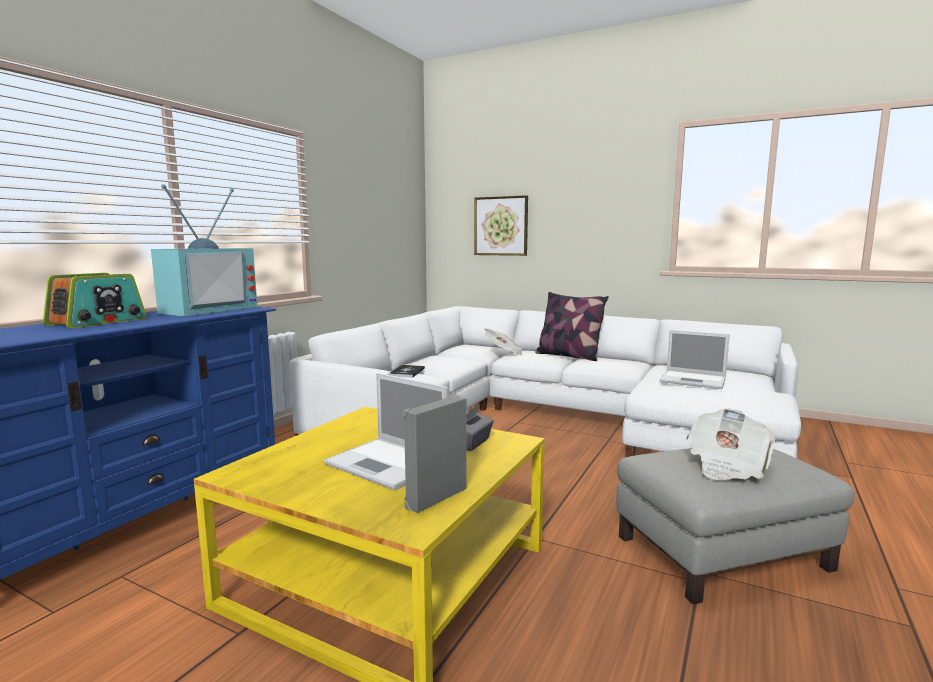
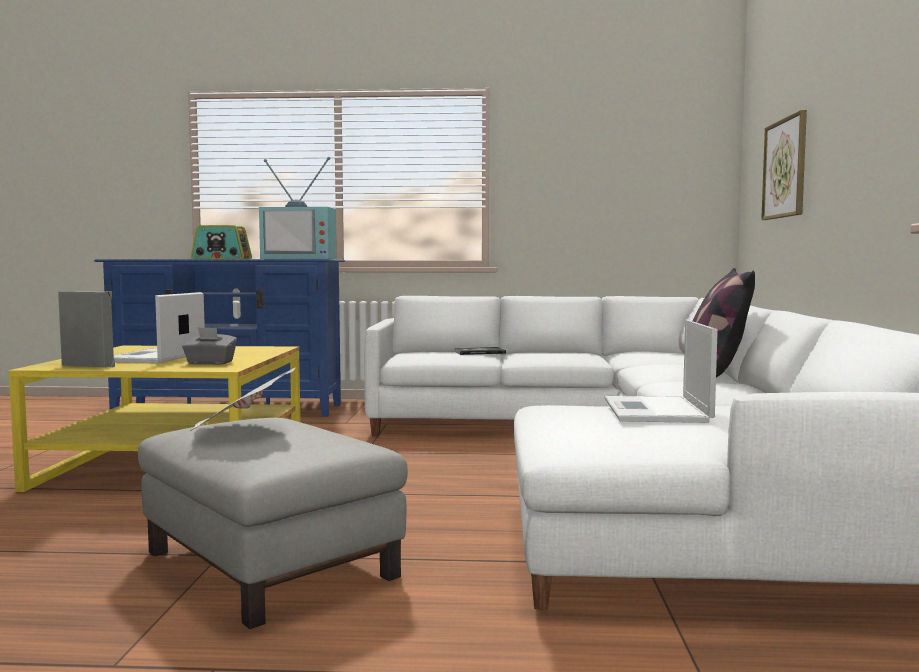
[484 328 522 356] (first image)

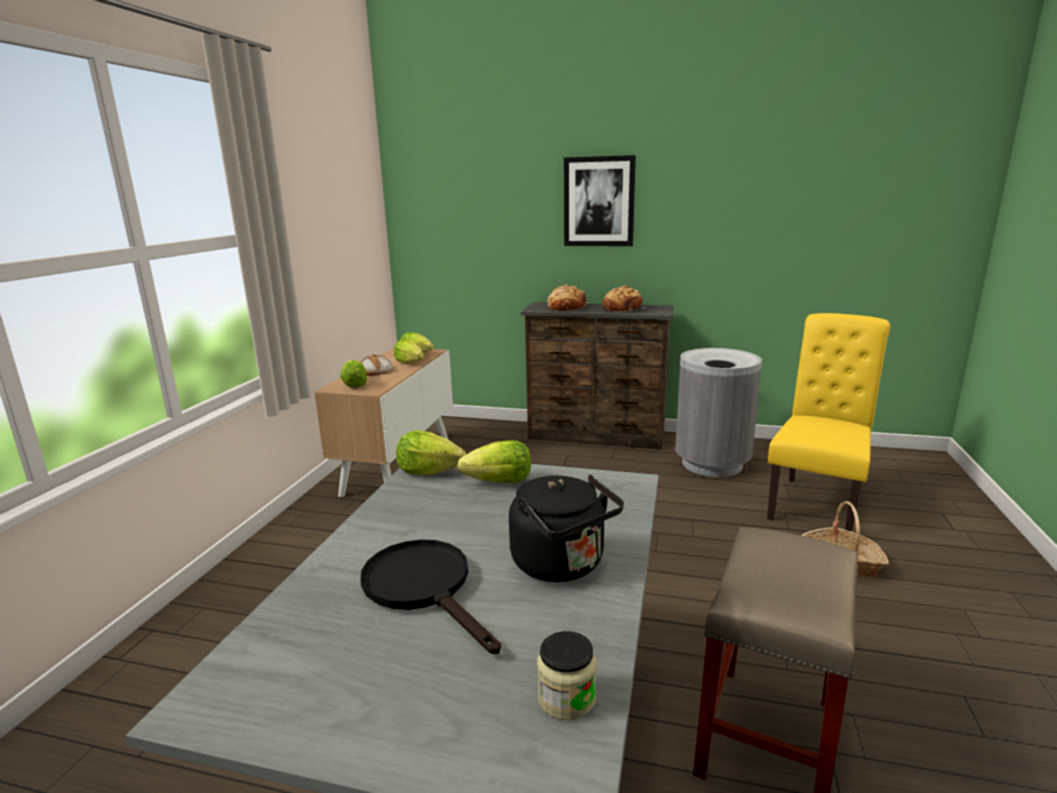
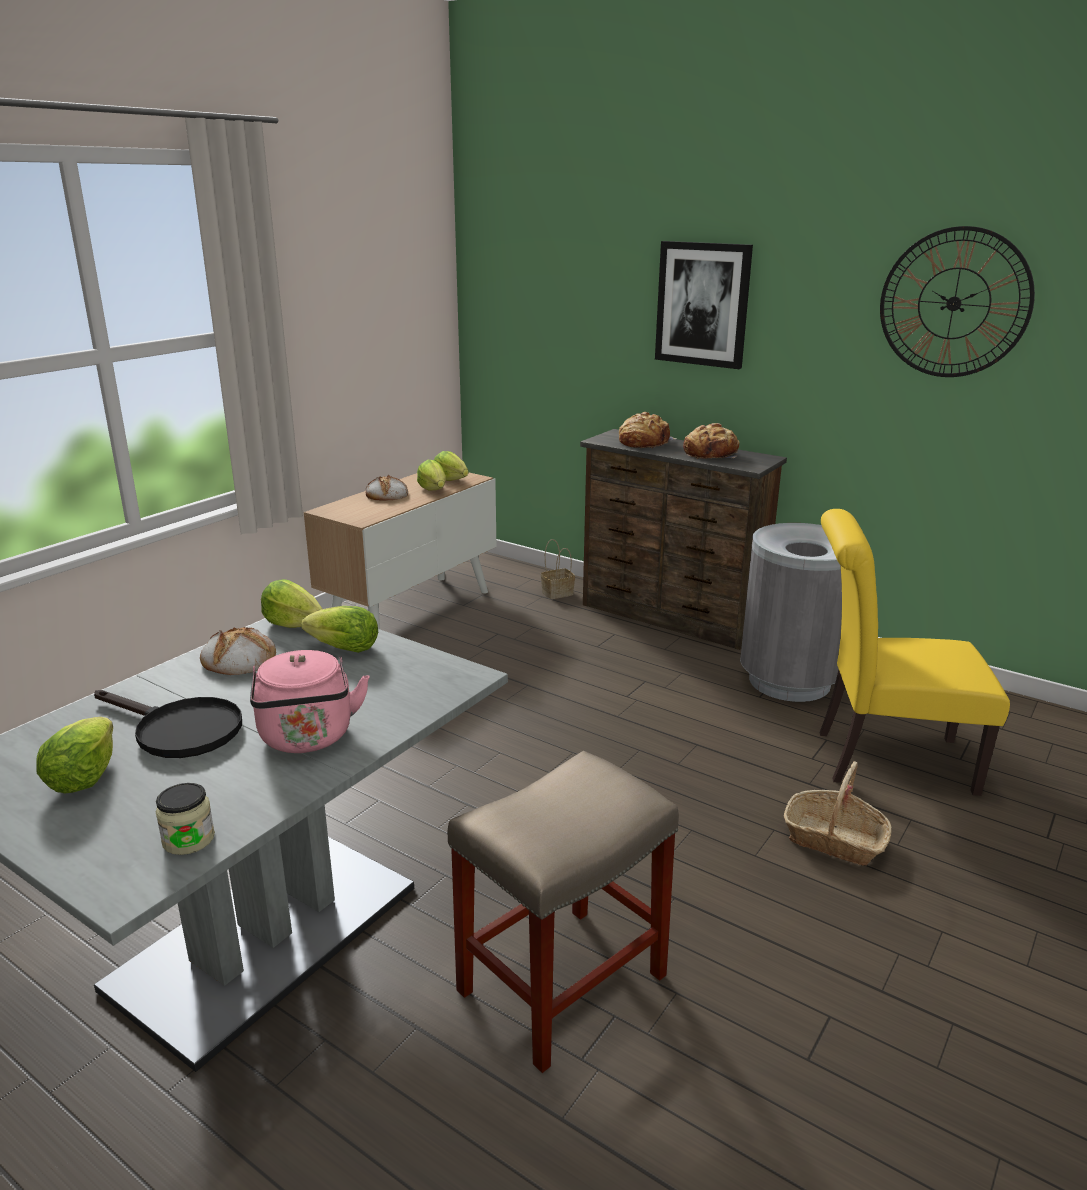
[36 717 113 793]
[94 690 242 758]
[250 650 369 753]
[819 509 1010 796]
[200 627 276 675]
[541 539 575 599]
[880 226 1035 377]

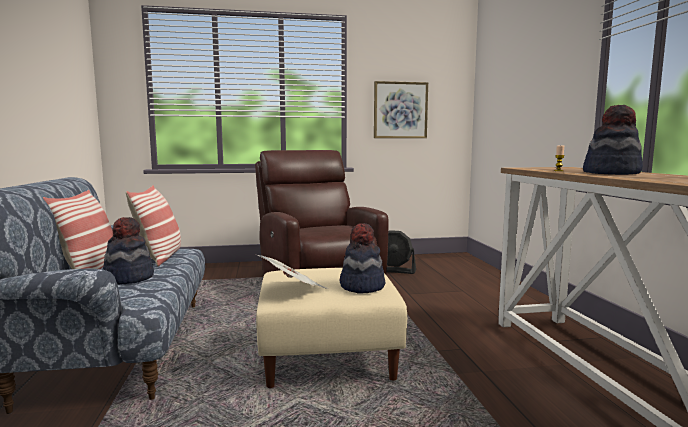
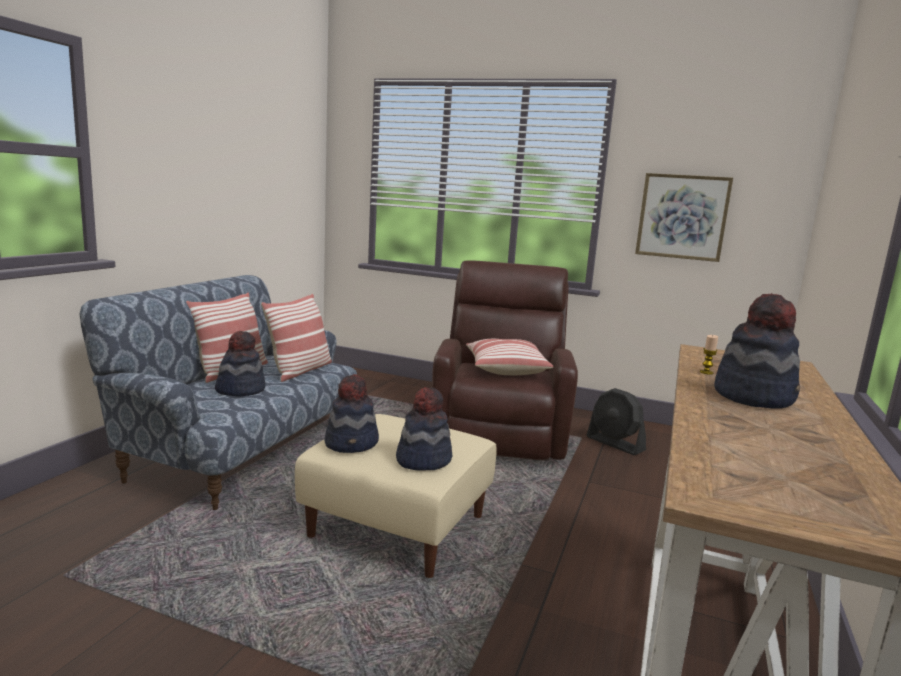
[324 374 379 453]
[466 339 554 375]

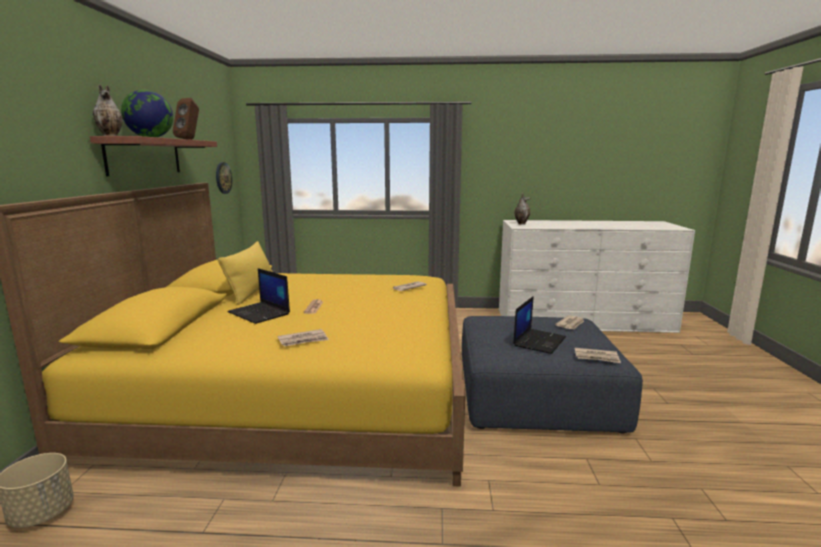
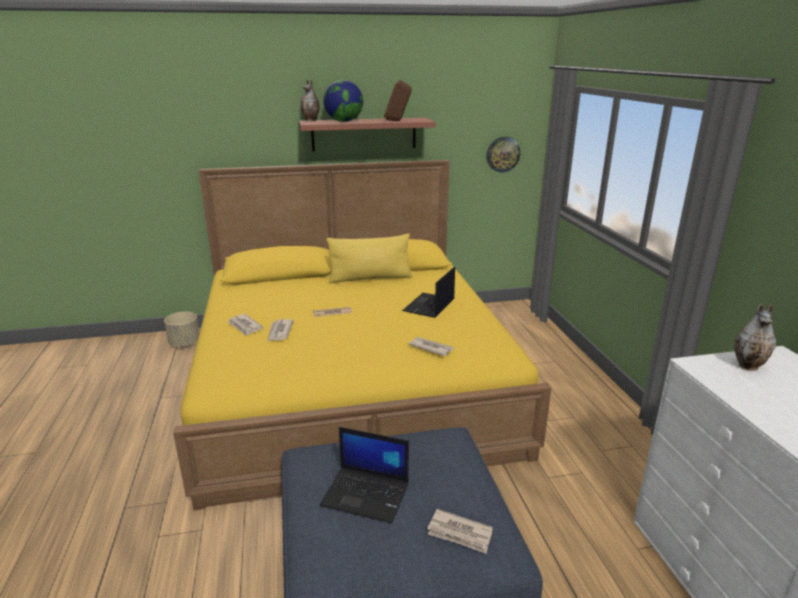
[402 266 455 318]
[267 319 294 342]

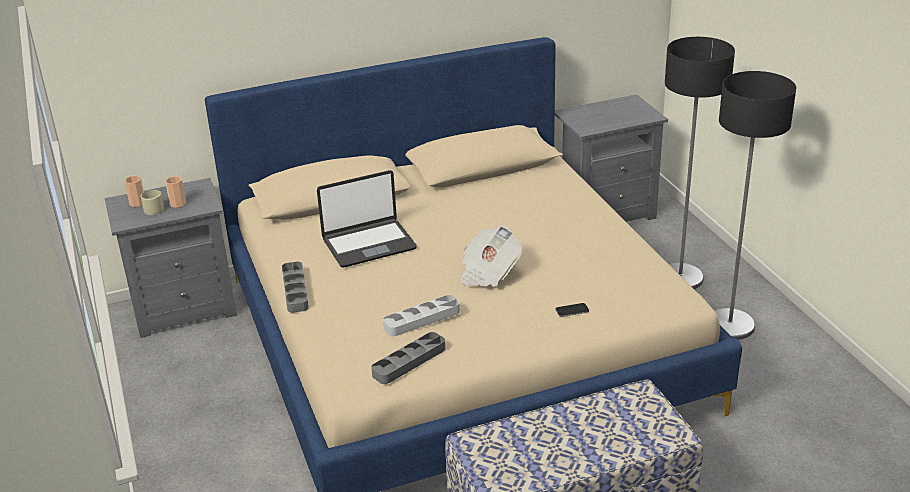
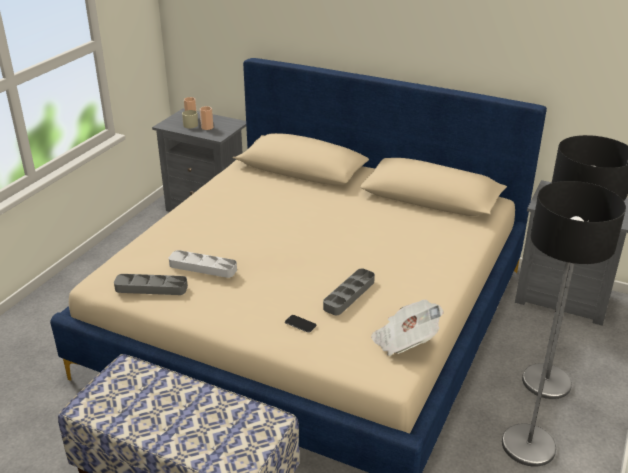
[323 268 375 315]
[317 170 417 267] (first image)
[371 300 444 356]

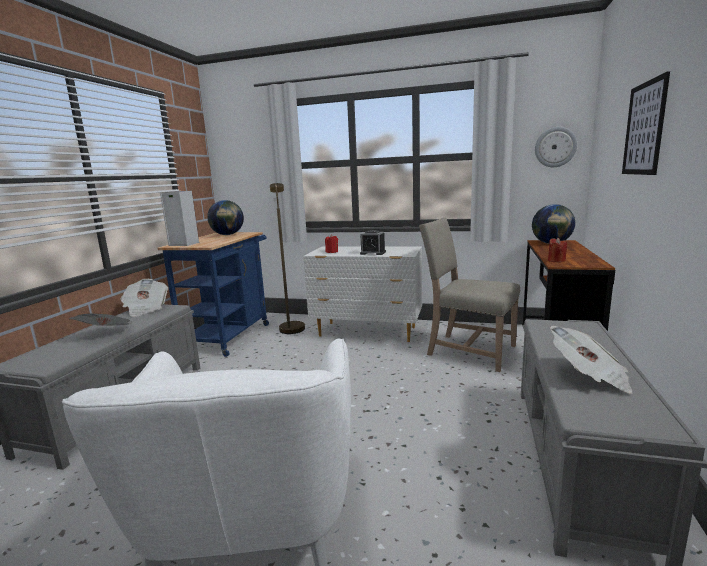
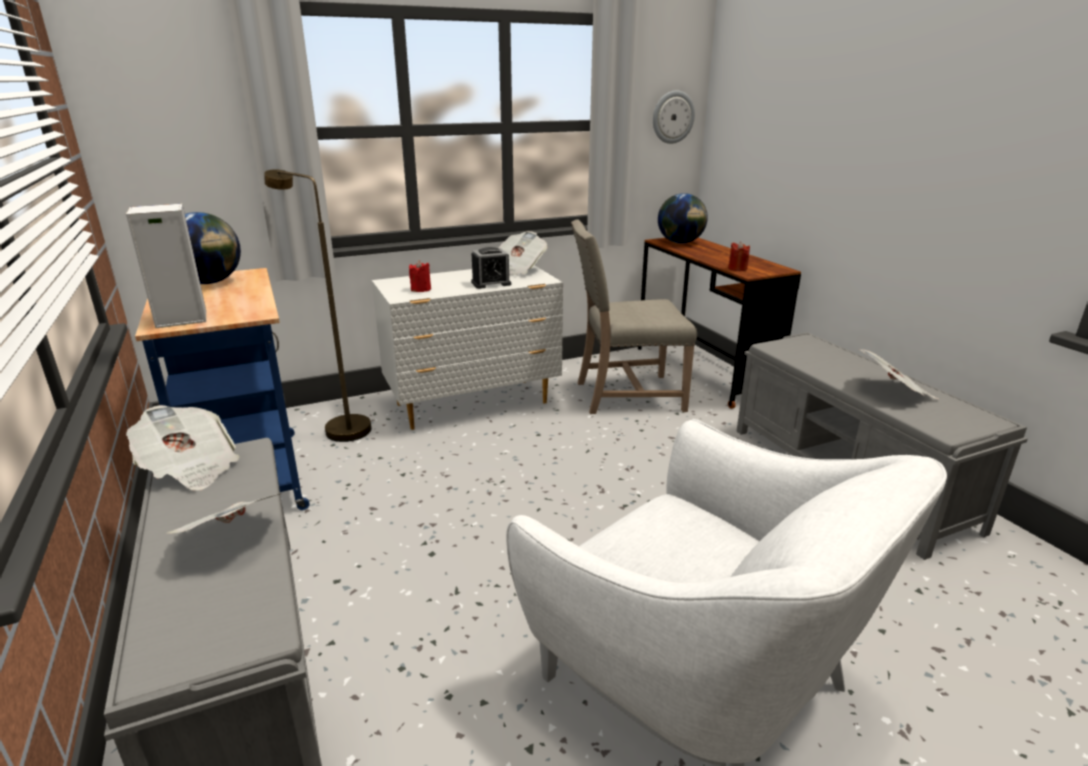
[622 71 670 175] (first image)
[498 231 547 275]

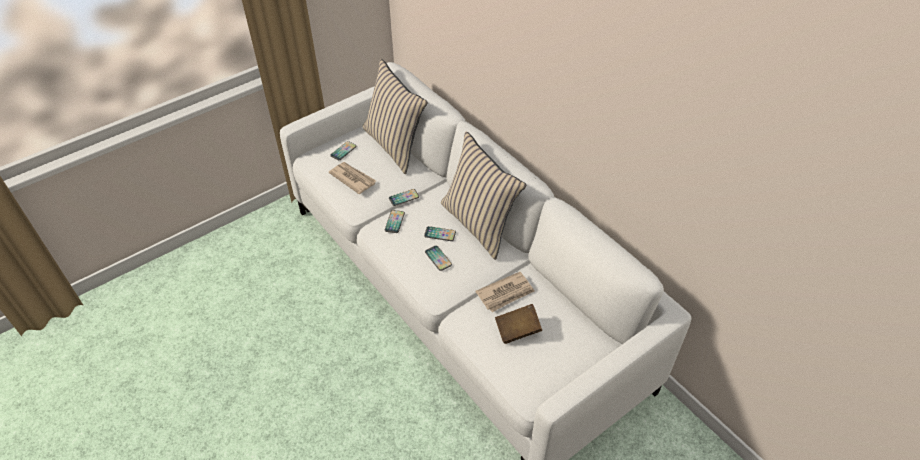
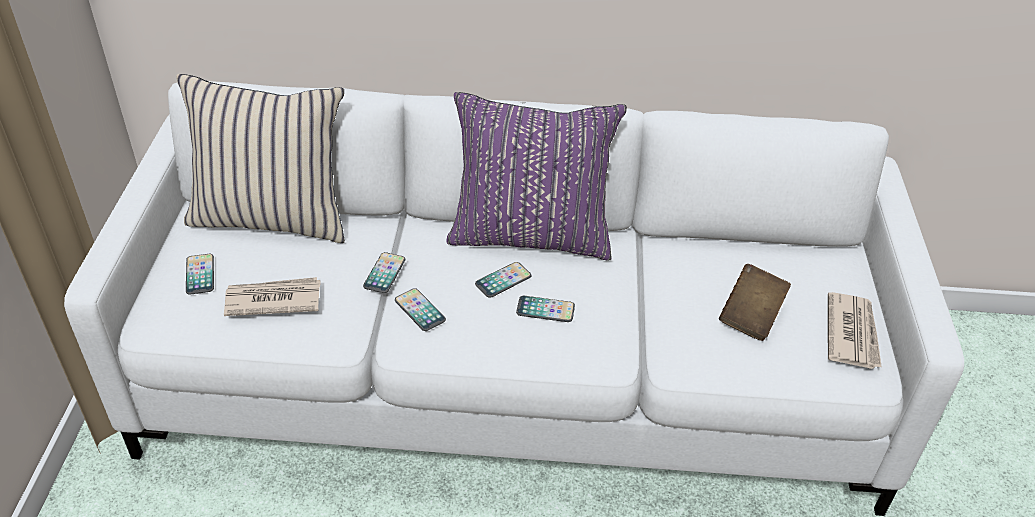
[447 92 627 261]
[828 292 882 369]

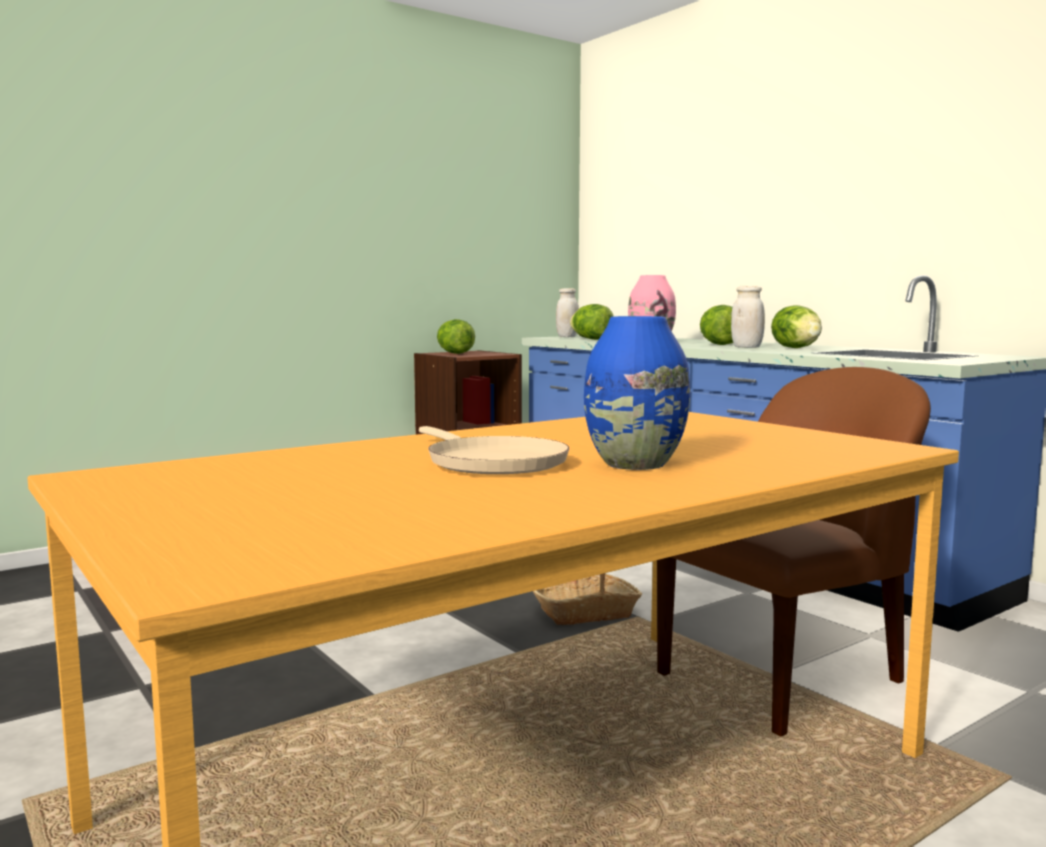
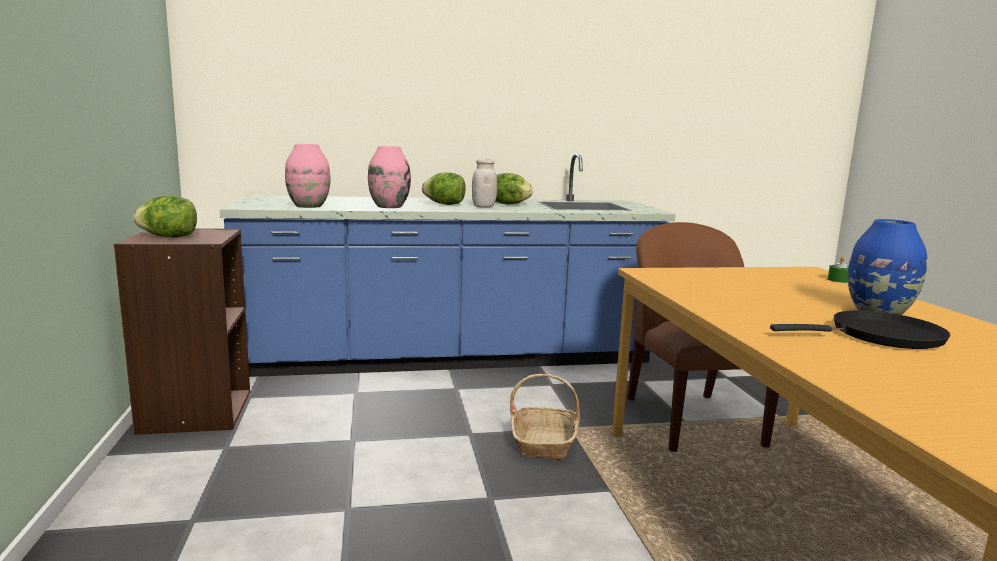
[770 310 950 349]
[556 288 579 337] (first image)
[285 144 330 208]
[828 256 849 283]

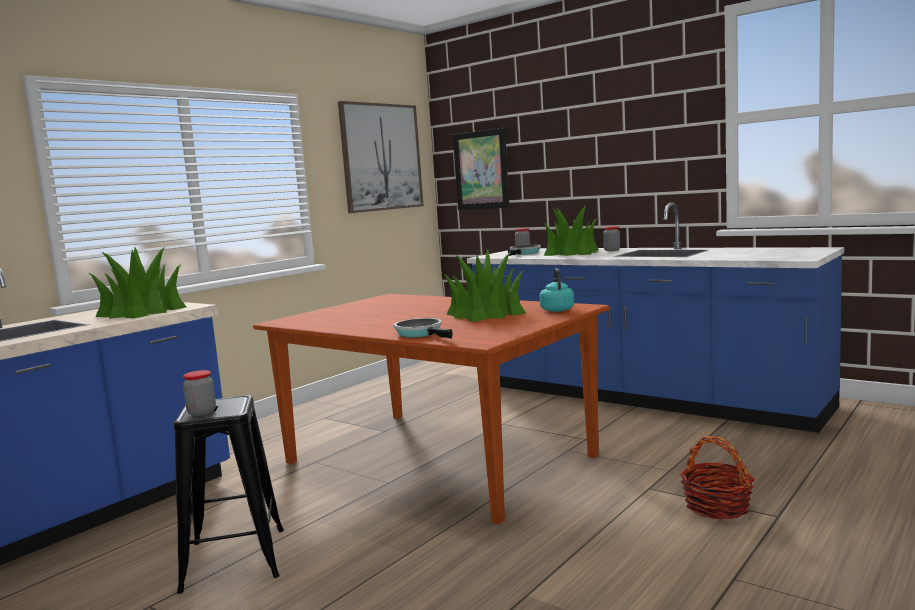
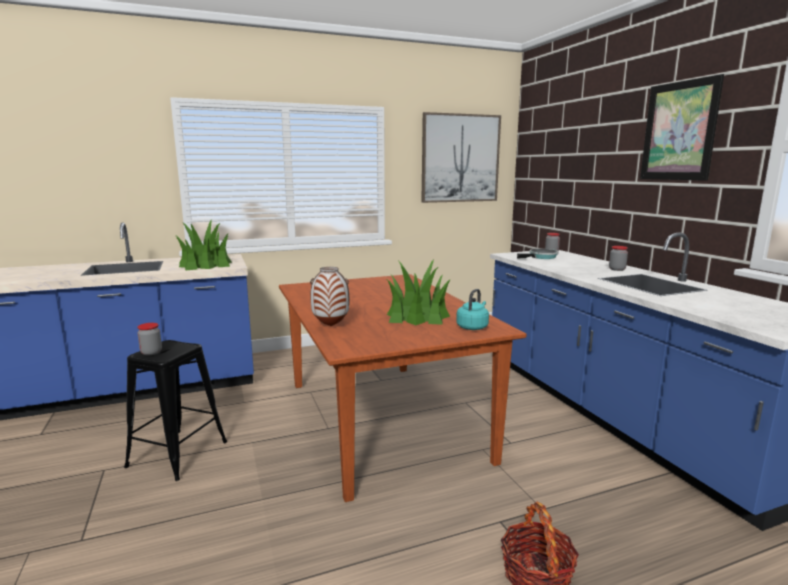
[310 267 349 326]
[640 74 724 181]
[544 205 599 256] (first image)

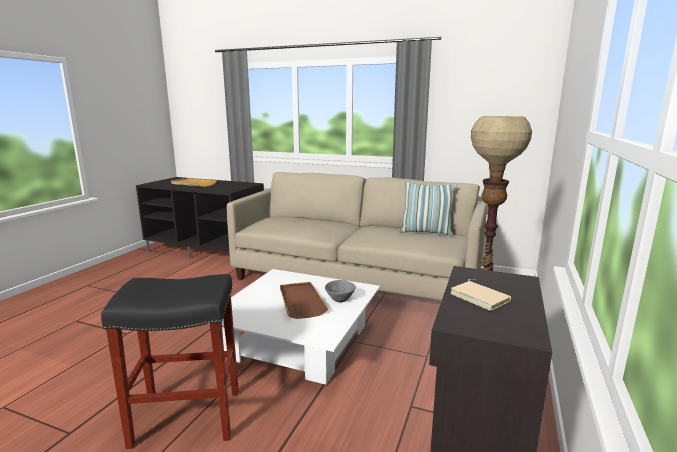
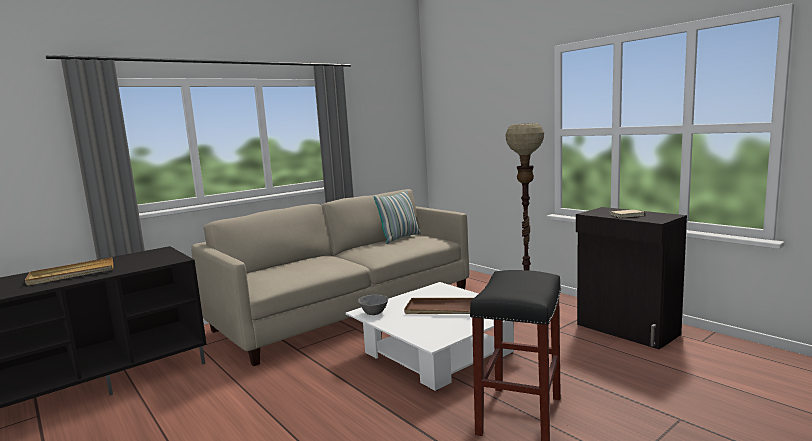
[358 295 388 315]

